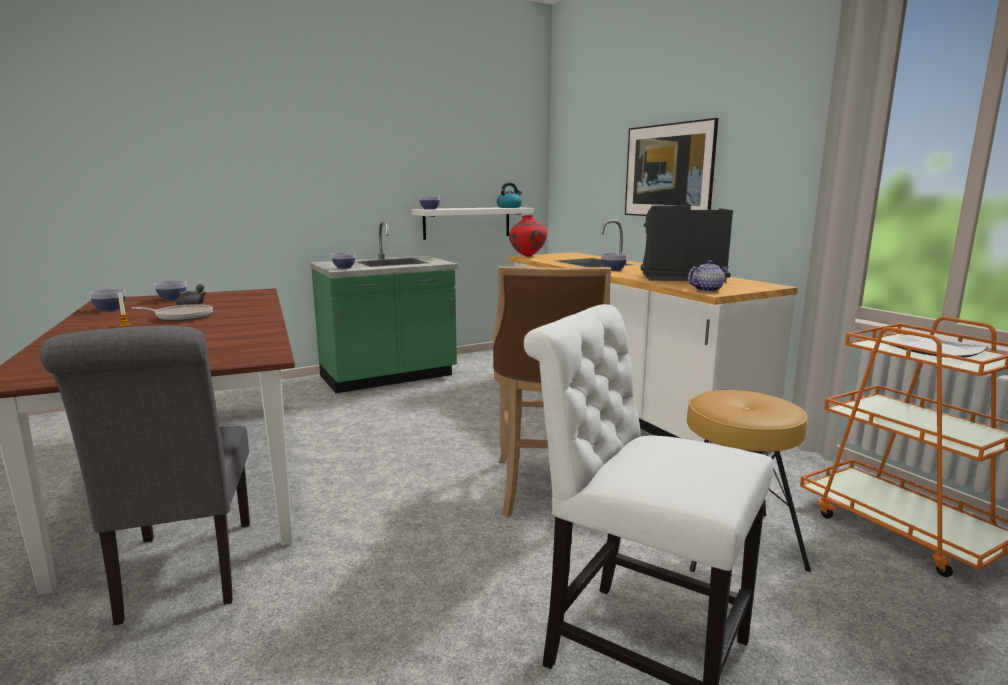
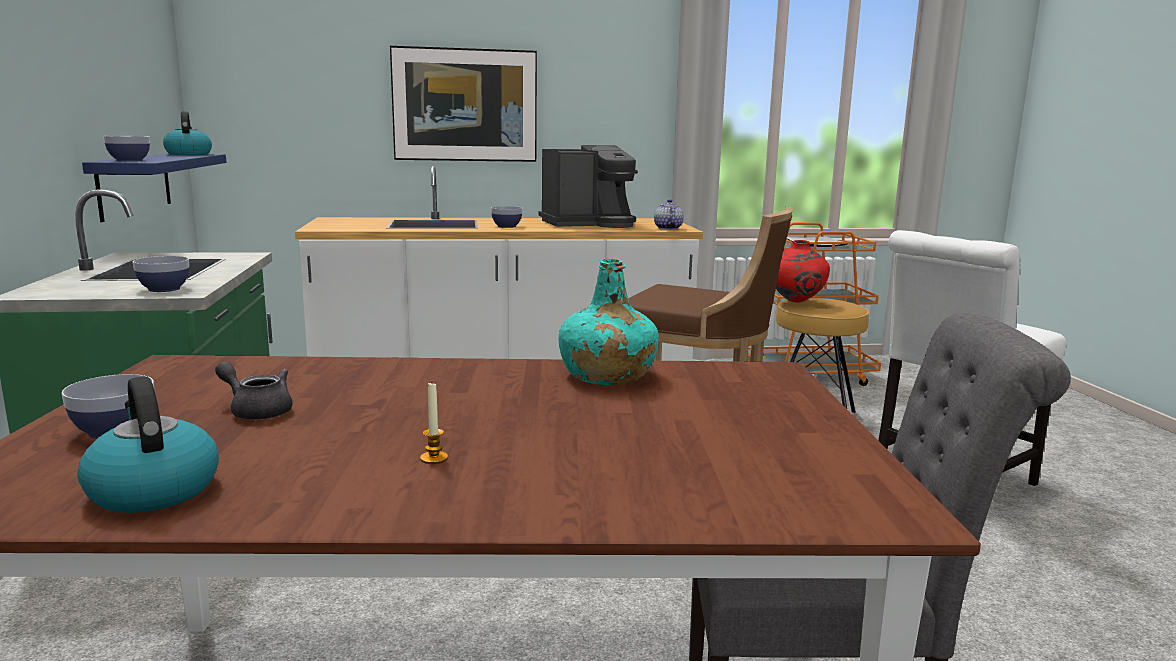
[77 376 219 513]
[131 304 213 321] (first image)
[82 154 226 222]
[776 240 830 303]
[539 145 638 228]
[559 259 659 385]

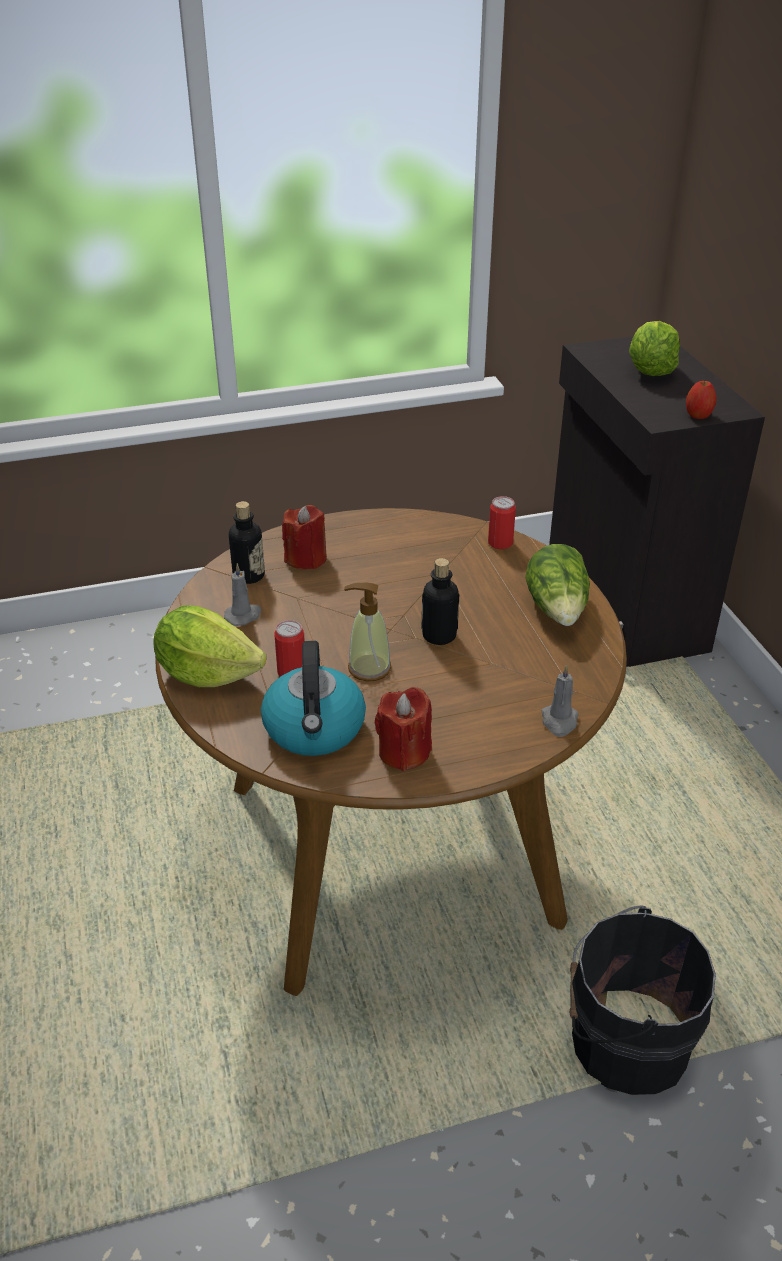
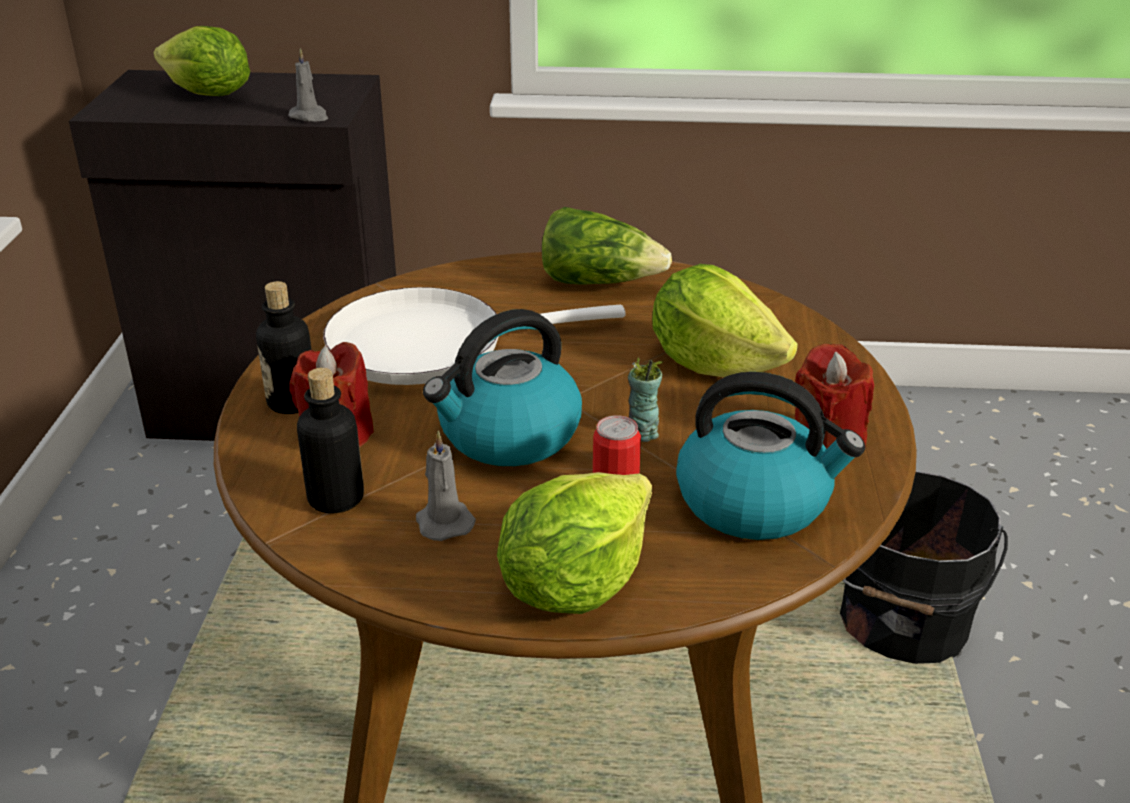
[628 358 663 442]
[256 281 312 414]
[488 496 516 549] (first image)
[289 48 329 122]
[686 380 717 419] (first image)
[323 287 626 385]
[423 309 582 466]
[652 264 798 377]

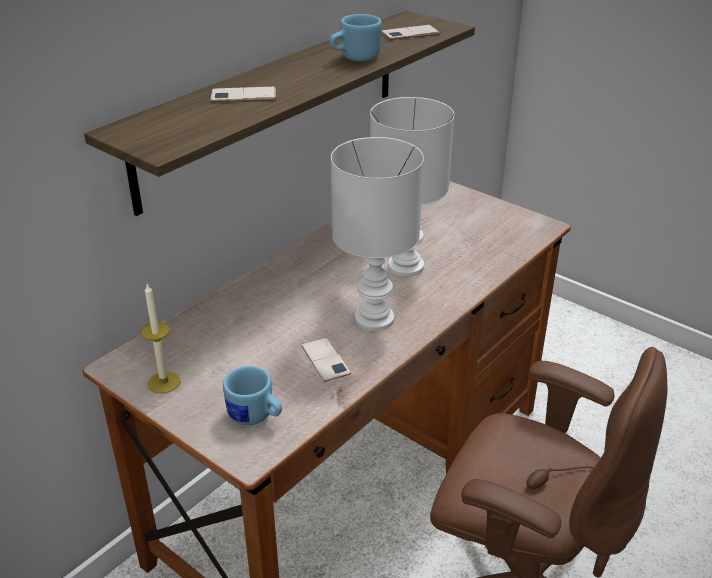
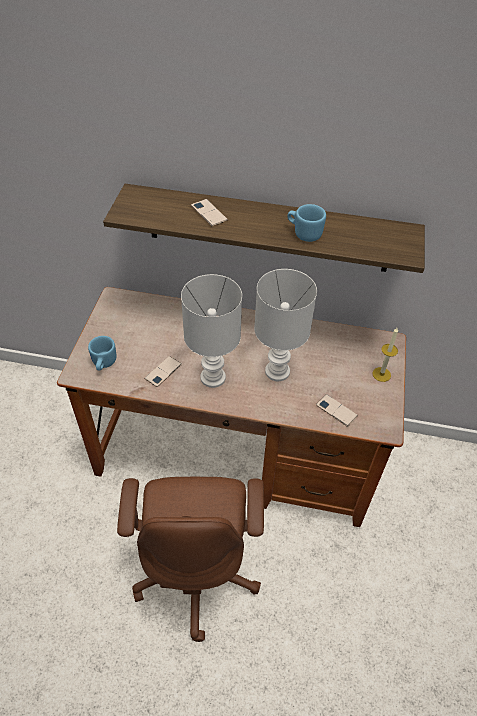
[372 328 398 382]
[316 394 358 427]

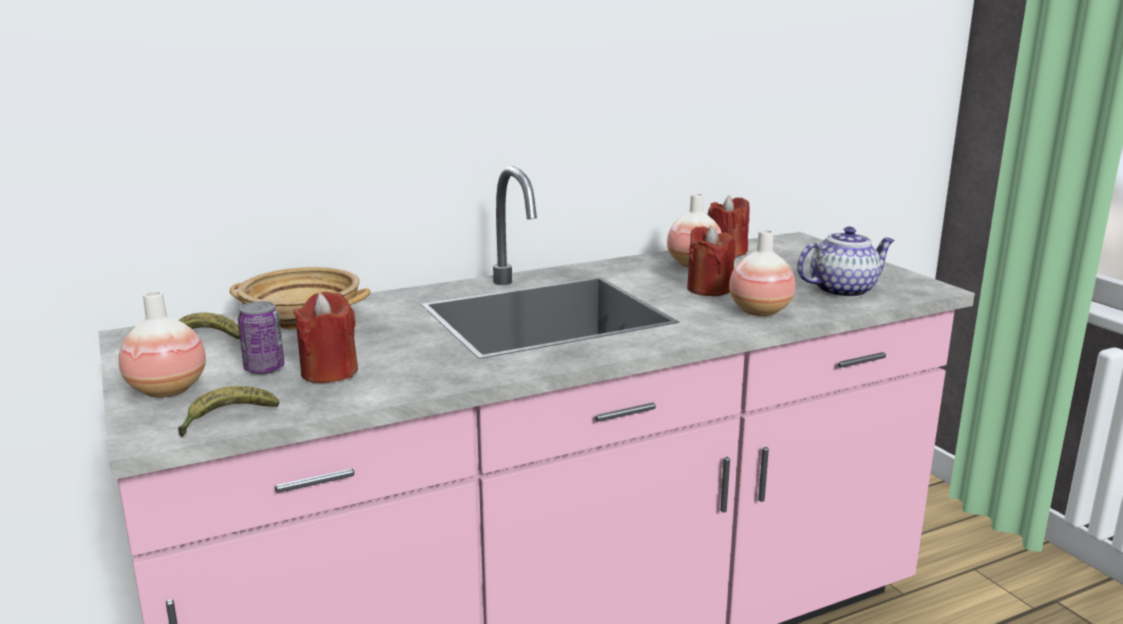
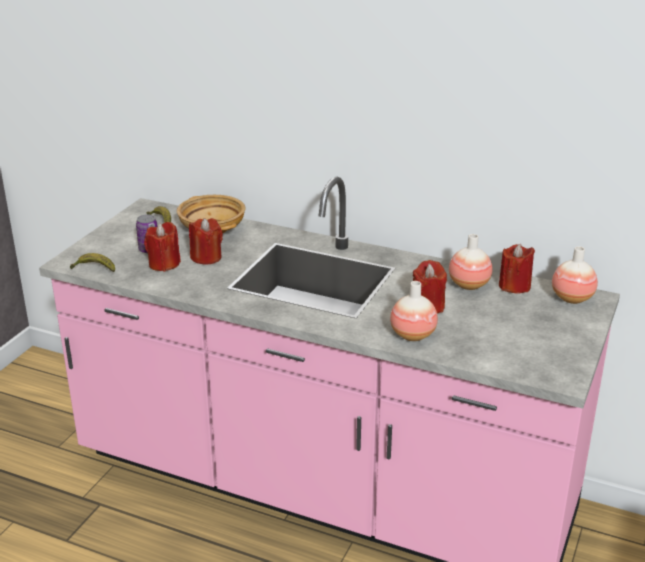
[552 246 598 304]
[797 227 894 298] (first image)
[189 218 223 265]

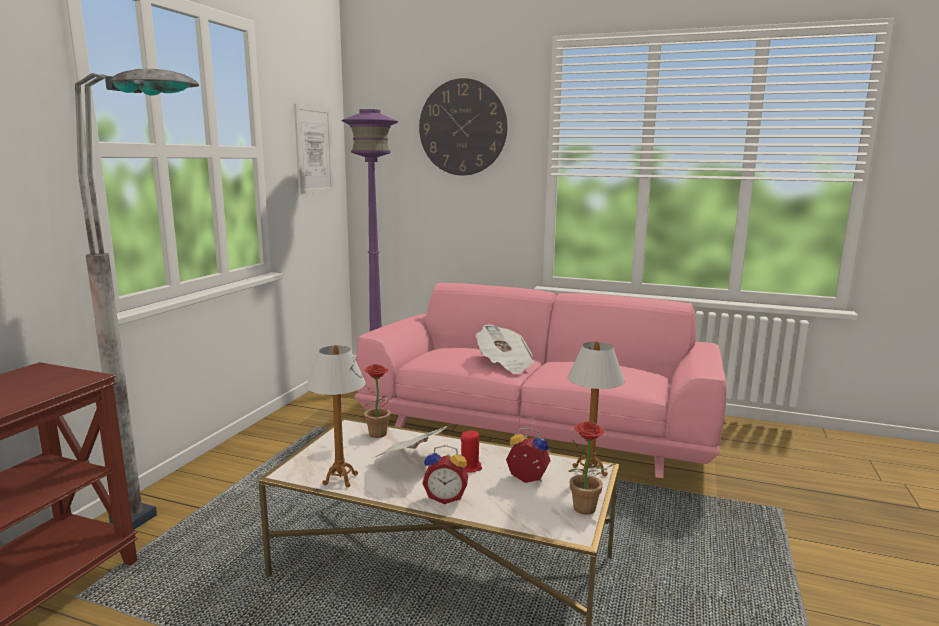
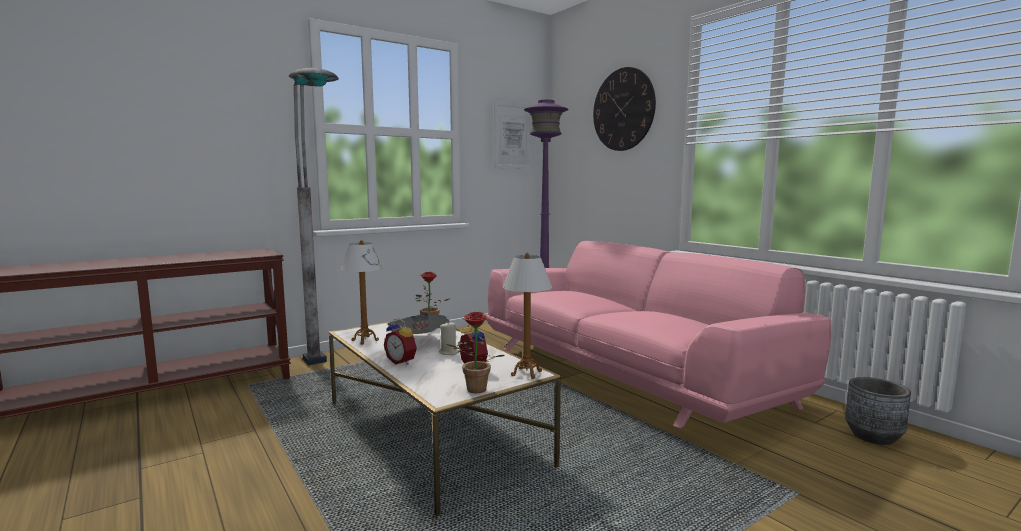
[439 321 460 355]
[476 324 535 374] (first image)
[845 377 911 445]

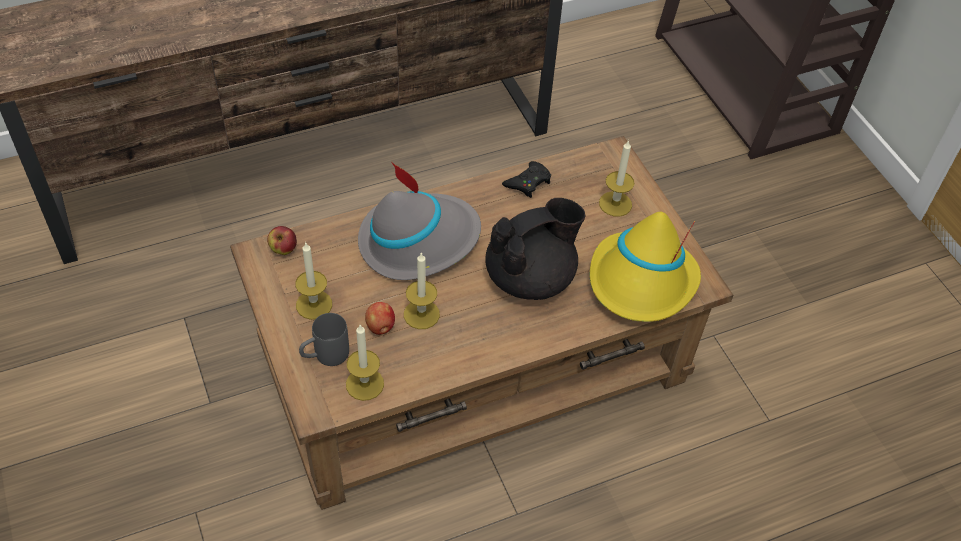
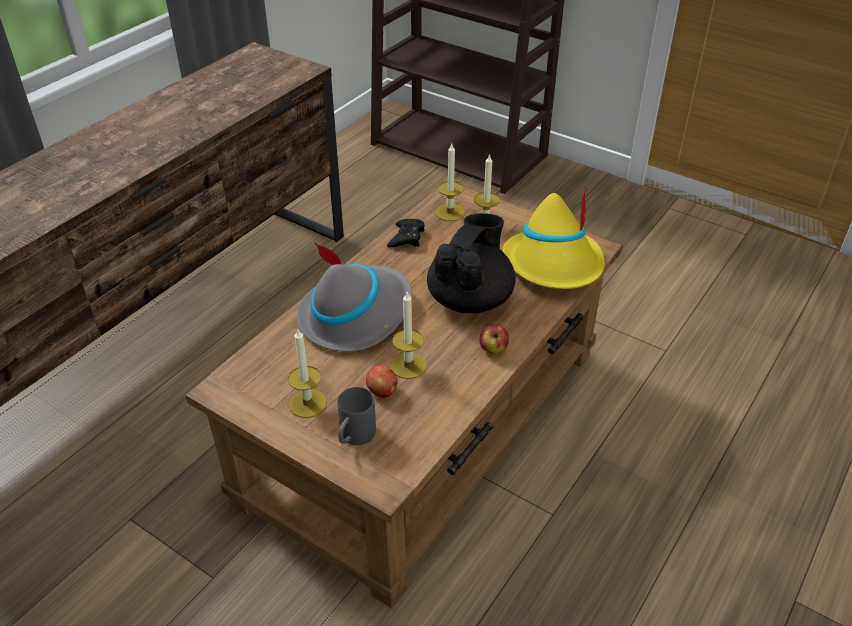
[479 325 509 354]
[436 144 465 221]

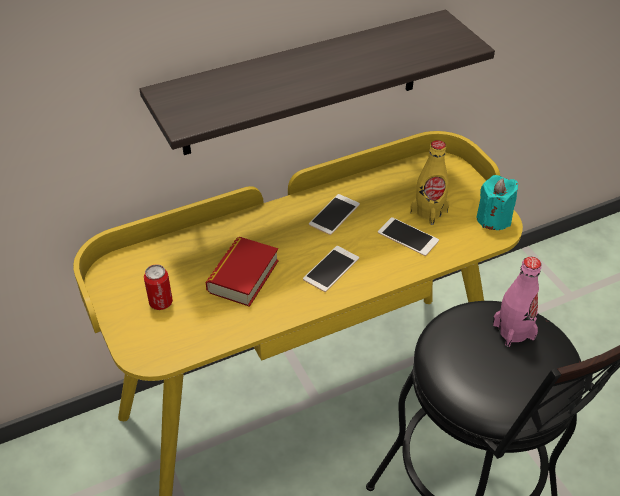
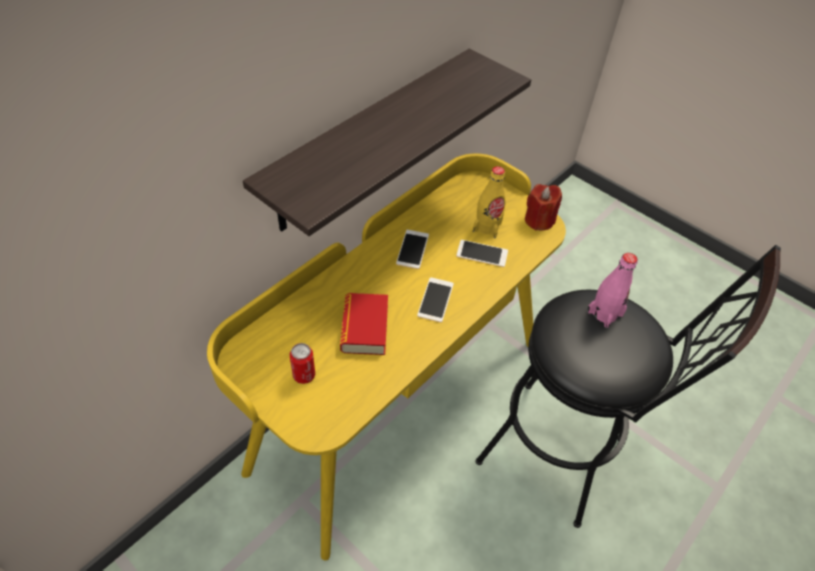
[525 184 562 231]

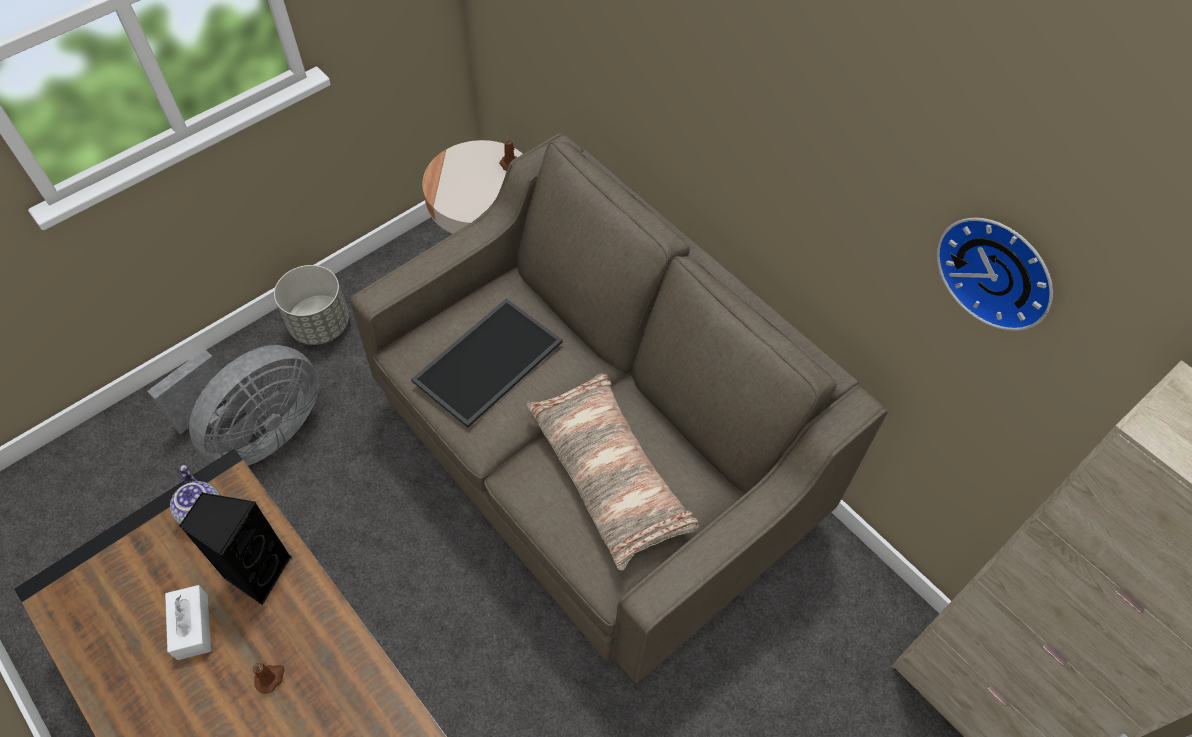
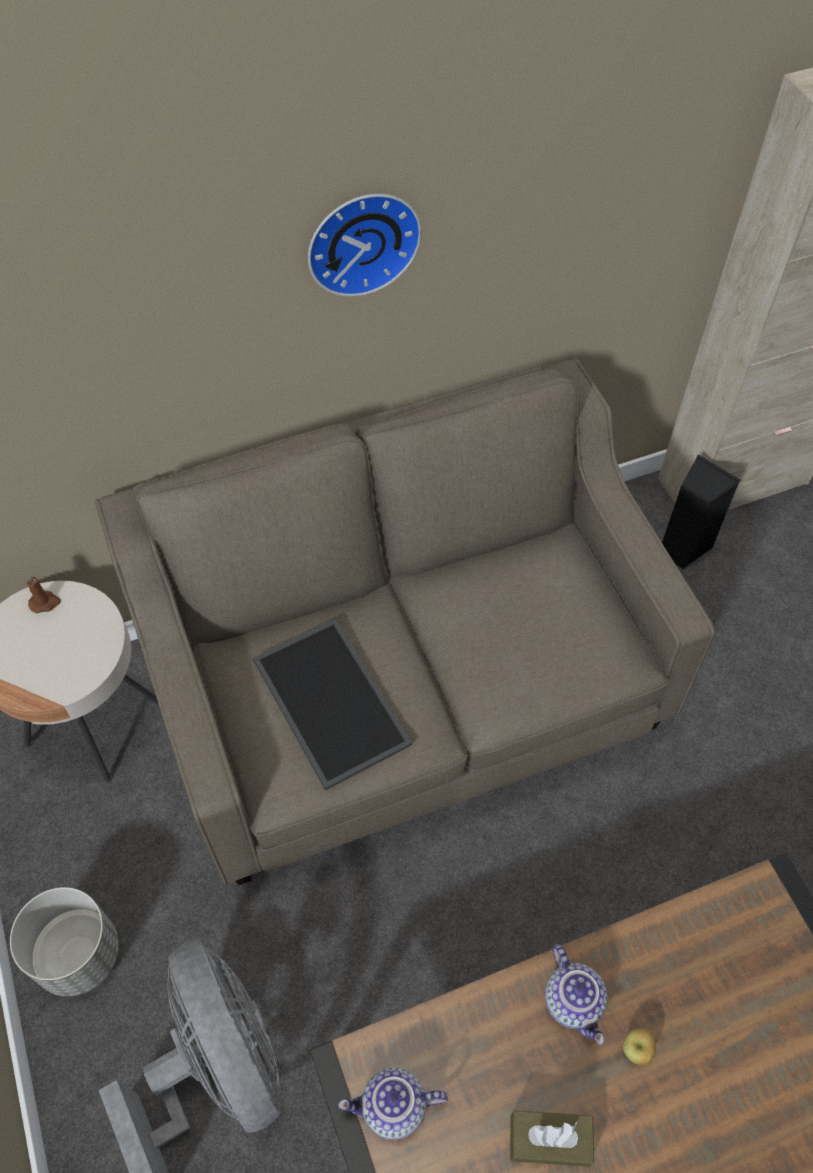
[510 1110 594 1167]
[662 454 741 570]
[623 1029 656 1065]
[527 374 699 570] (first image)
[308 194 422 297]
[545 944 608 1045]

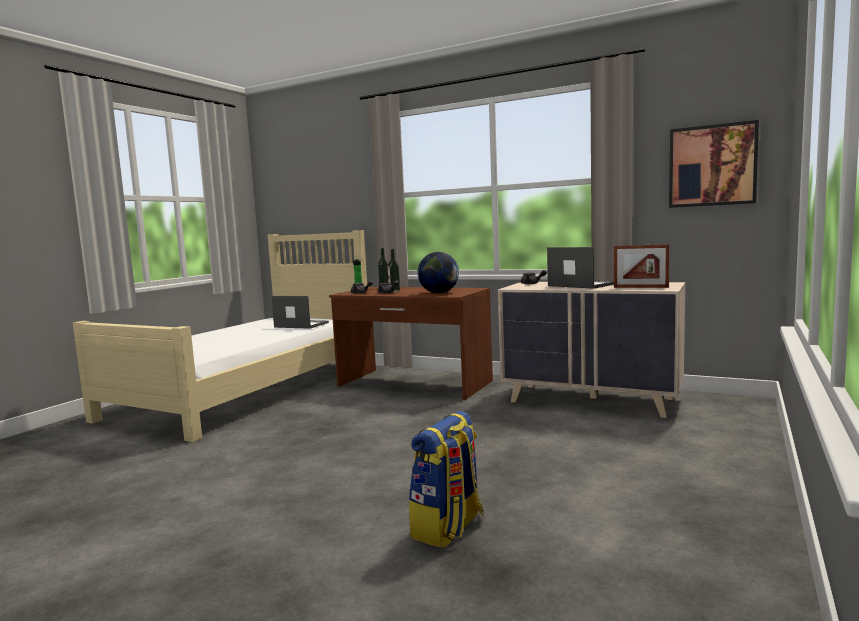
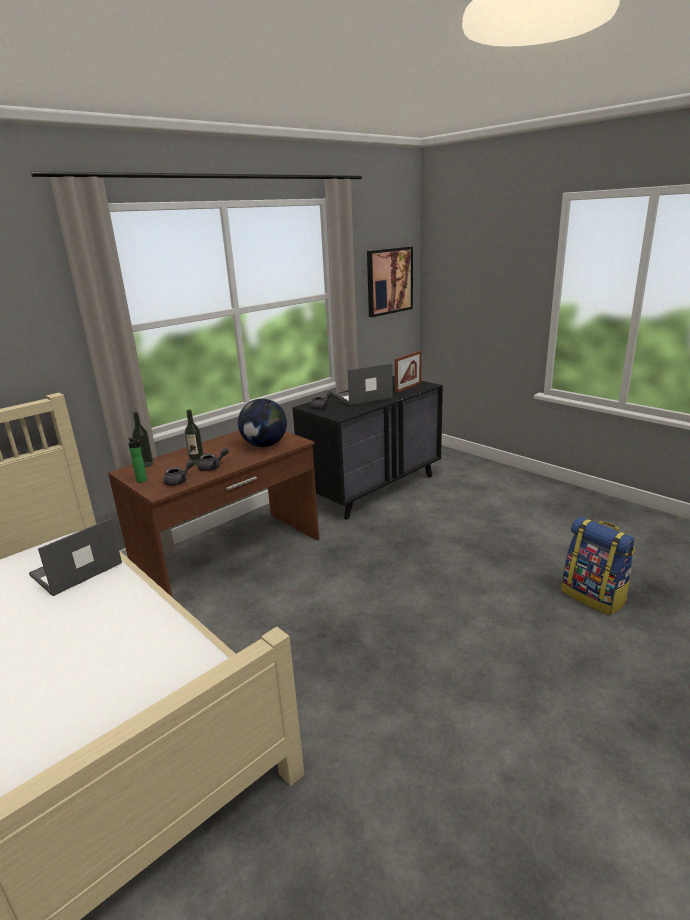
[292 376 443 520]

